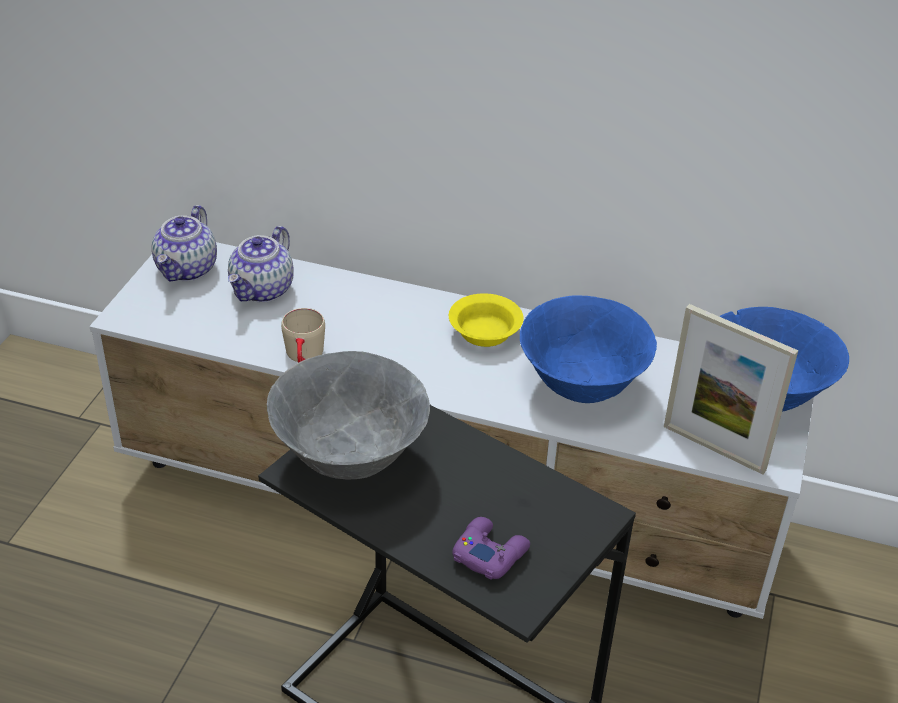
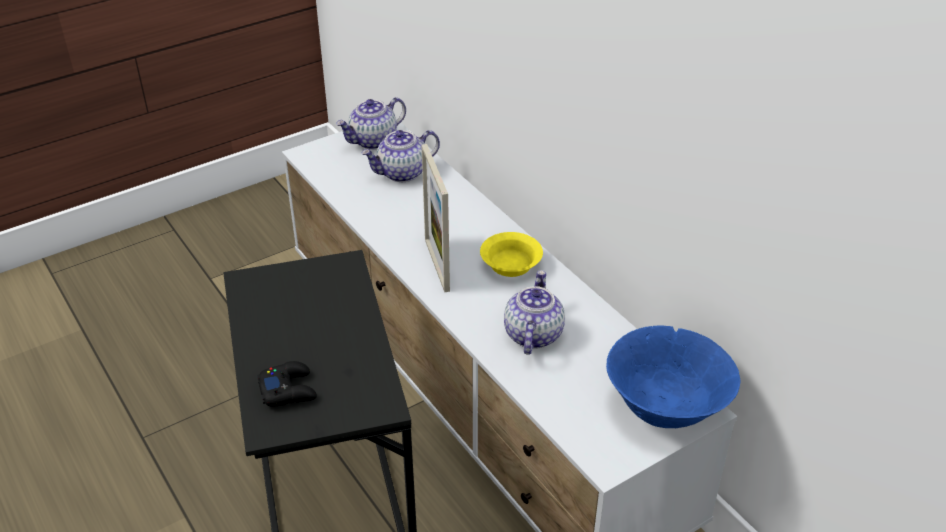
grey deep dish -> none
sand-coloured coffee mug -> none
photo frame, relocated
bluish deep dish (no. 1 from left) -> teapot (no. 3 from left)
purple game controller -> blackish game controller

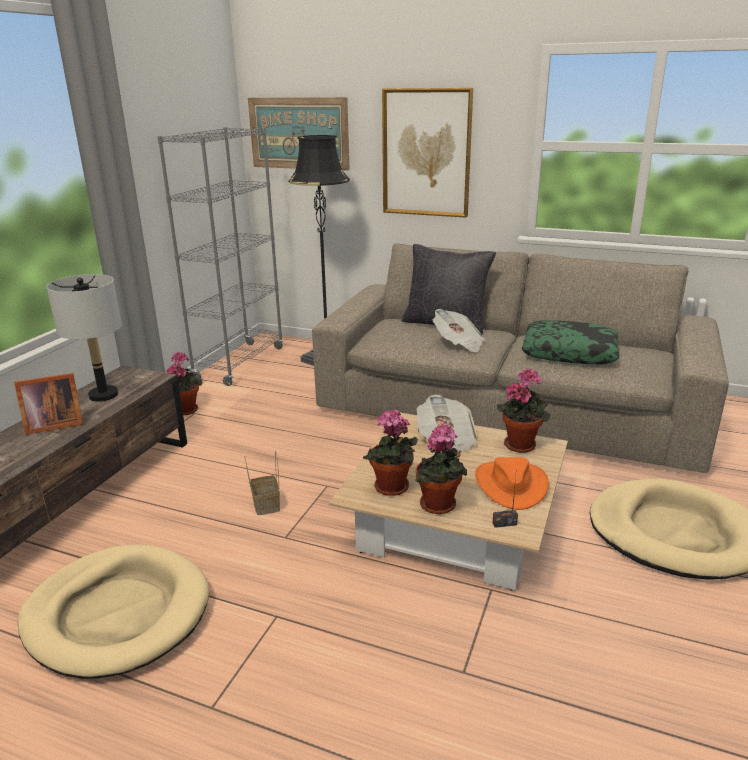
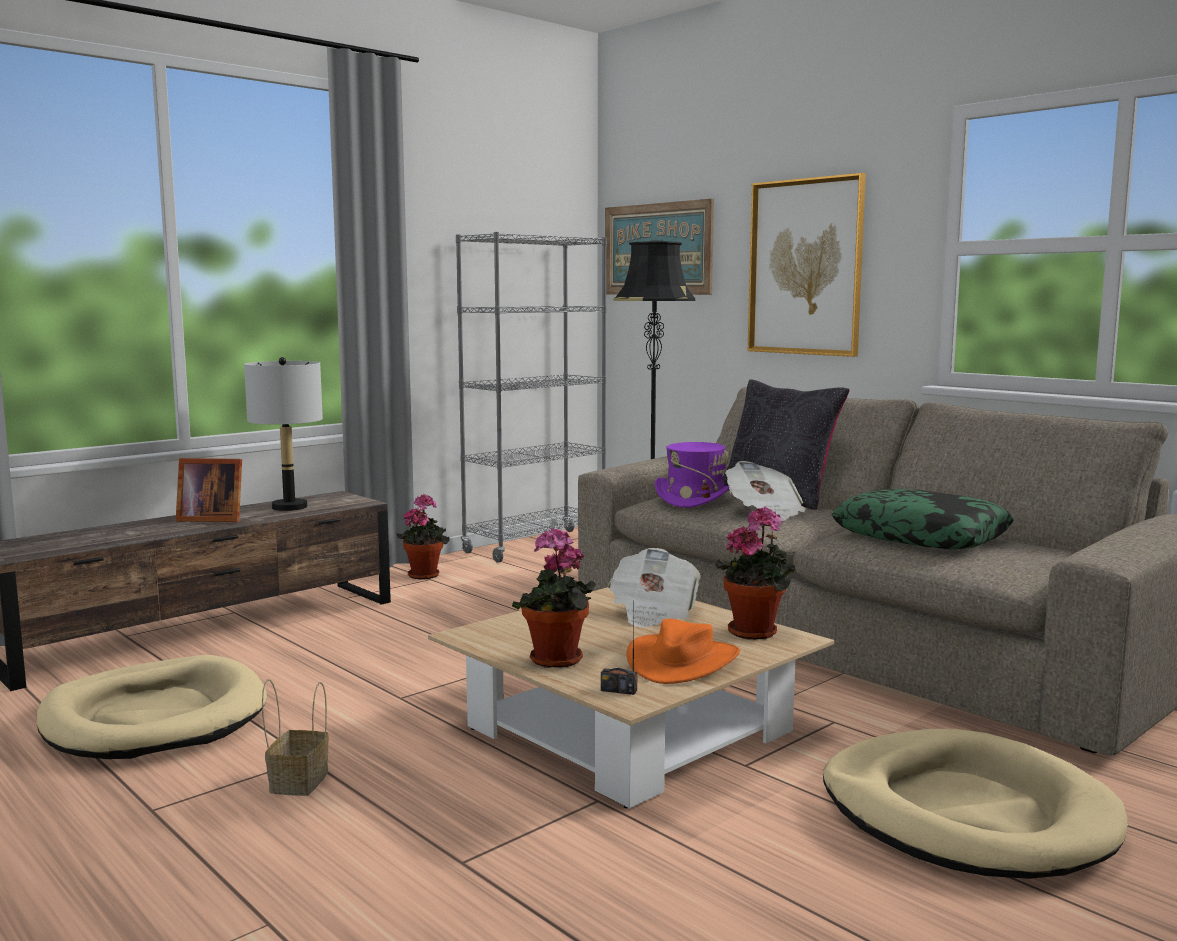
houseplant (no. 2 from left) -> none
none -> purple hat
household basket, relocated

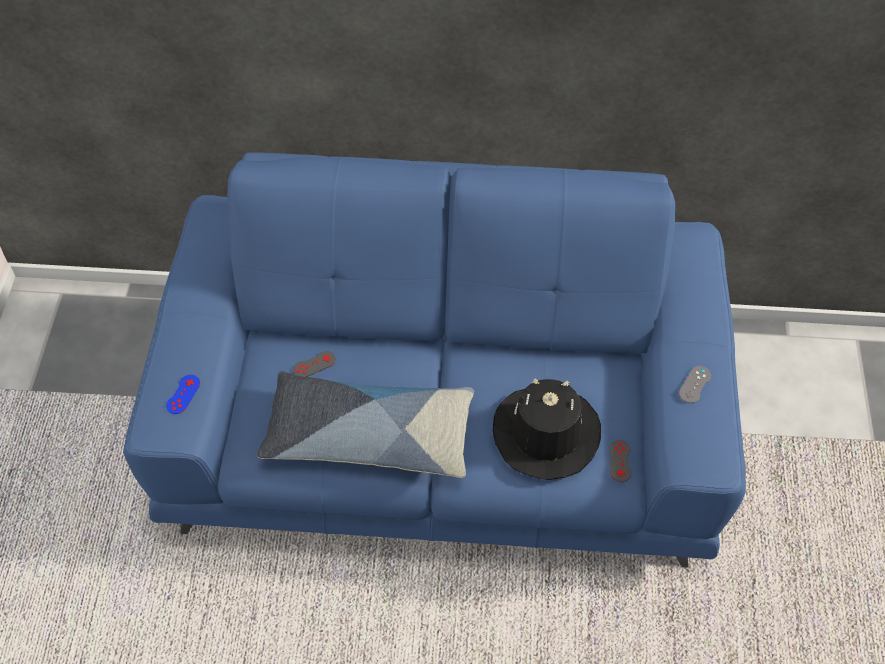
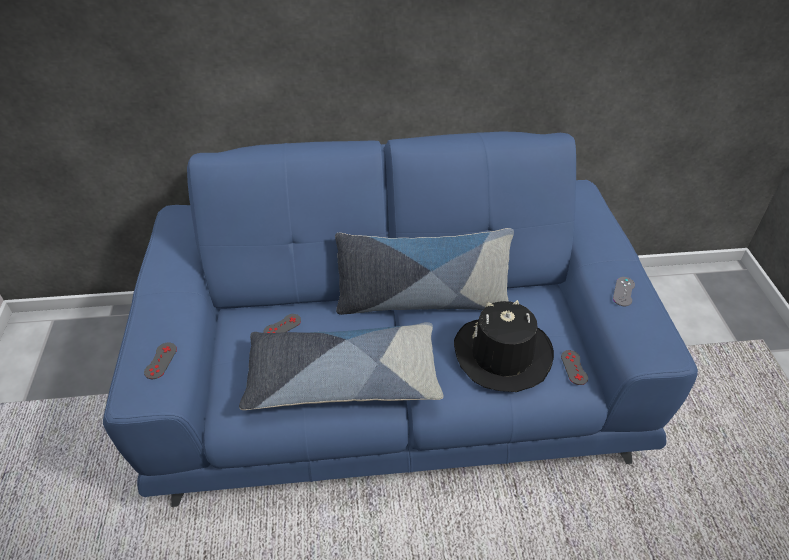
none -> throw pillow (no. 2 from left)
bluish game controller -> grey game controller (no. 1 from left)

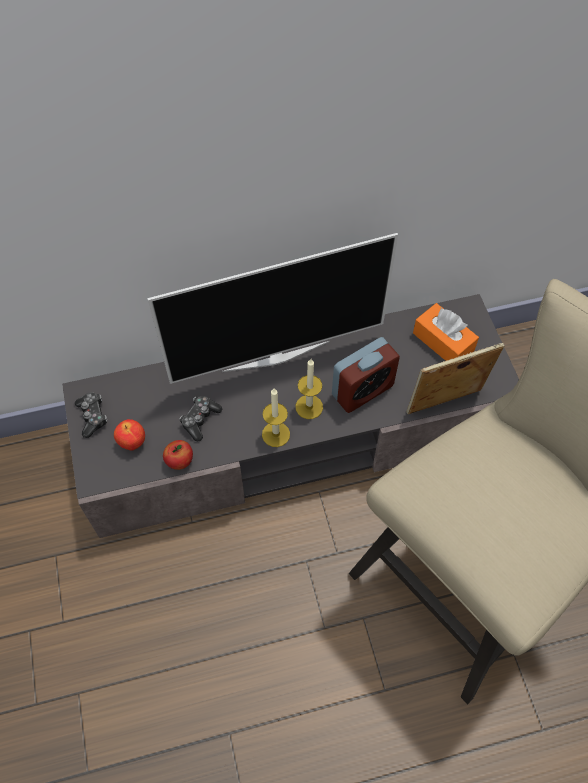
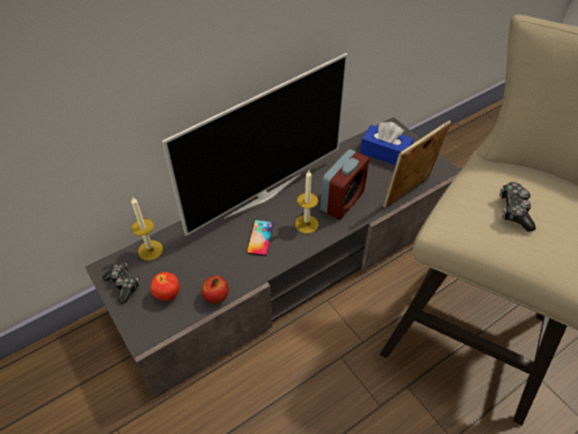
none -> telephone
game controller (no. 2 from left), relocated
wax candle (no. 1 from left), relocated
orange-coloured box of tissues -> bluish box of tissues

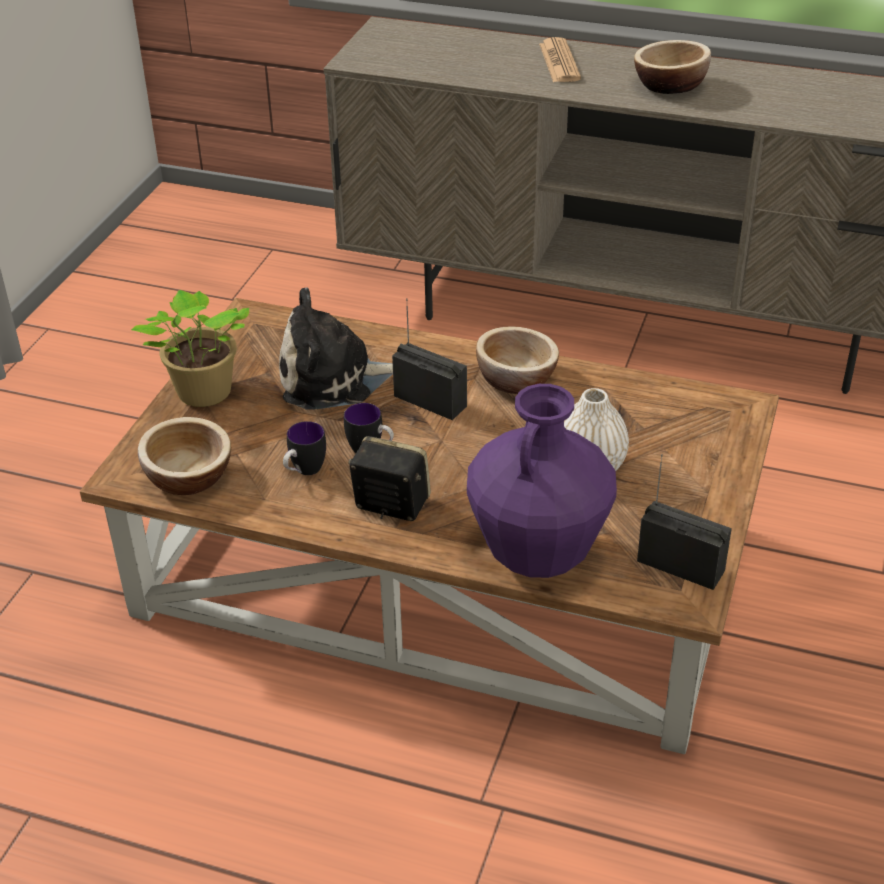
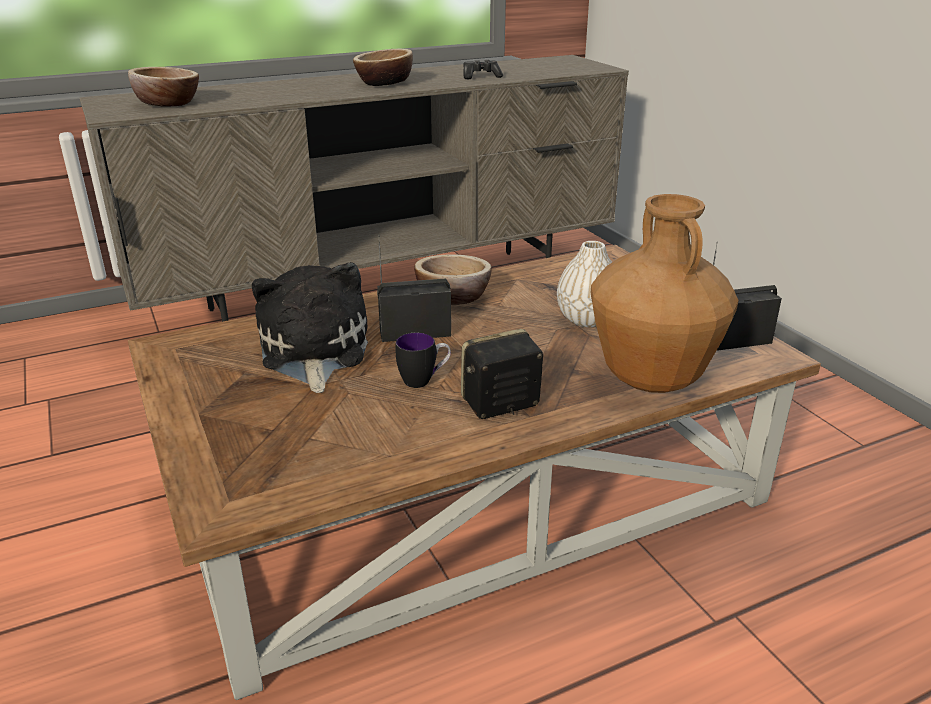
houseplant -> none
coffee mug (no. 1 from left) -> none
newspaper -> none
none -> game controller
deep dish (no. 1 from left), relocated
purple decorative vase -> brown-coloured decorative vase
soft toy, 135 degrees clockwise

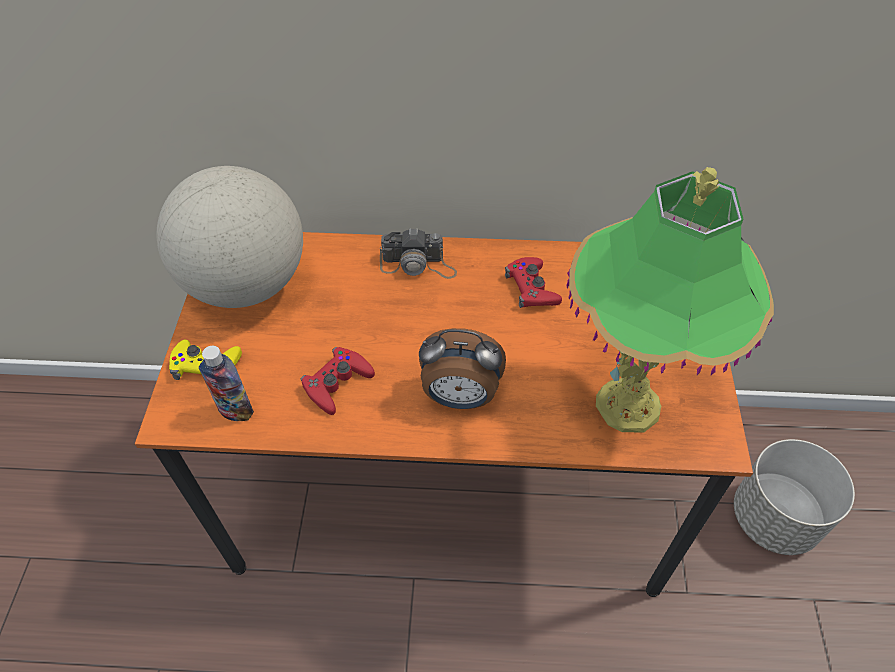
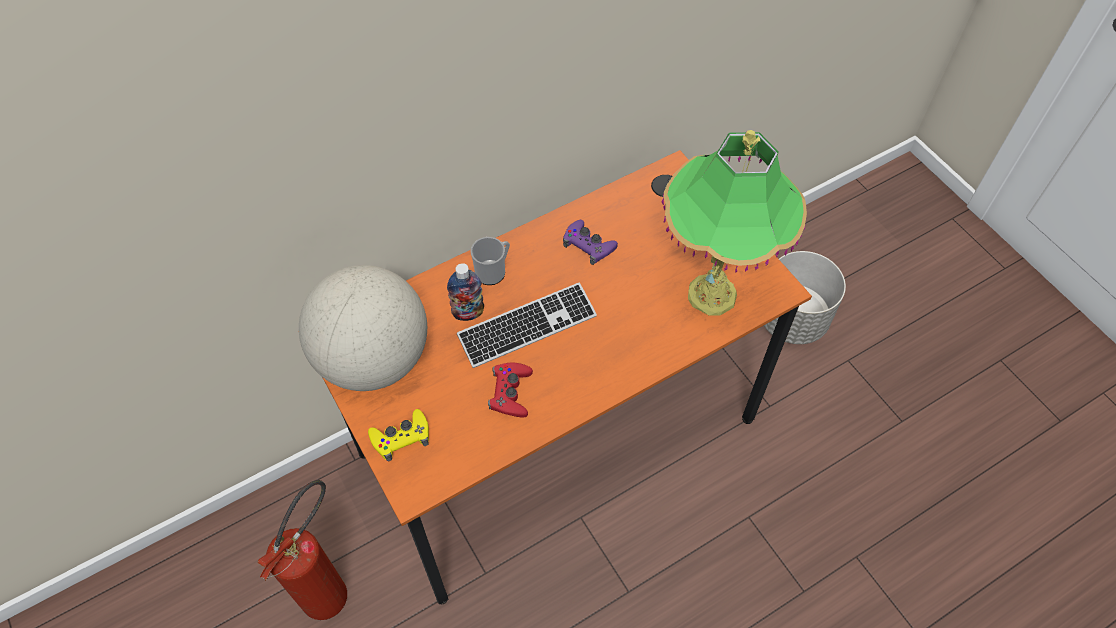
alarm clock -> none
none -> extinguisher
none -> computer keyboard
drink bottle, relocated
still camera -> coffee mug
red game controller (no. 2 from left) -> purple game controller

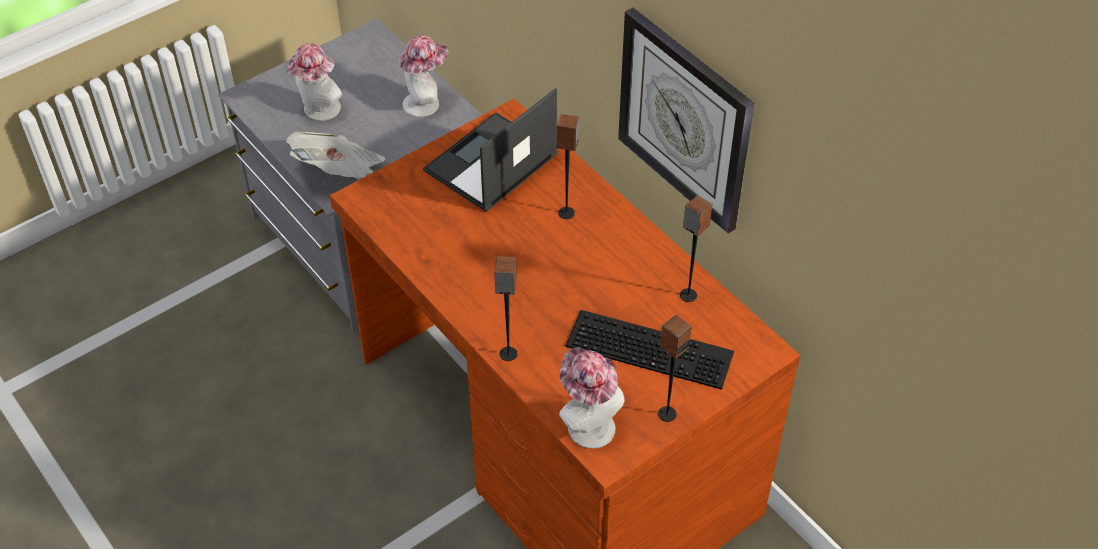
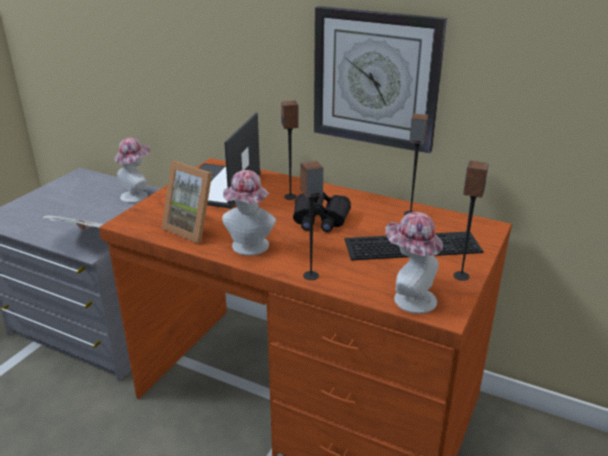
none -> photo frame
none -> blackish field glasses
hat (no. 1 from left in the first image) -> hat (no. 2 from left), relocated

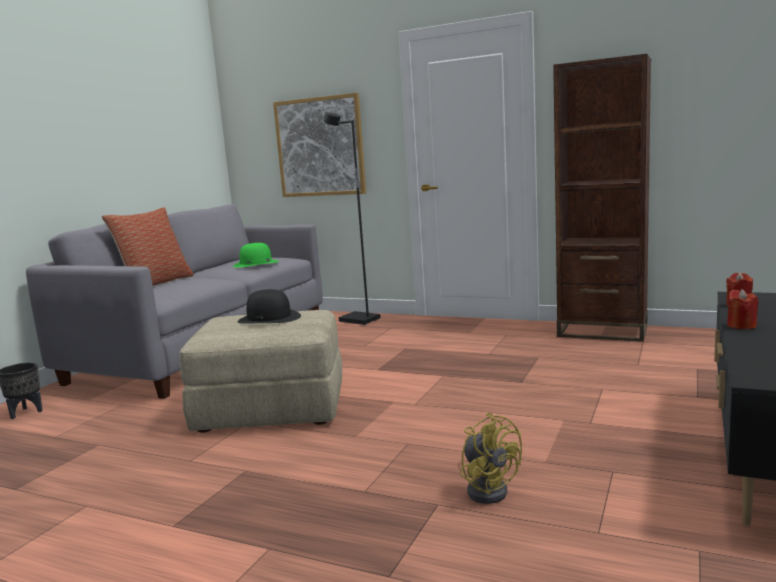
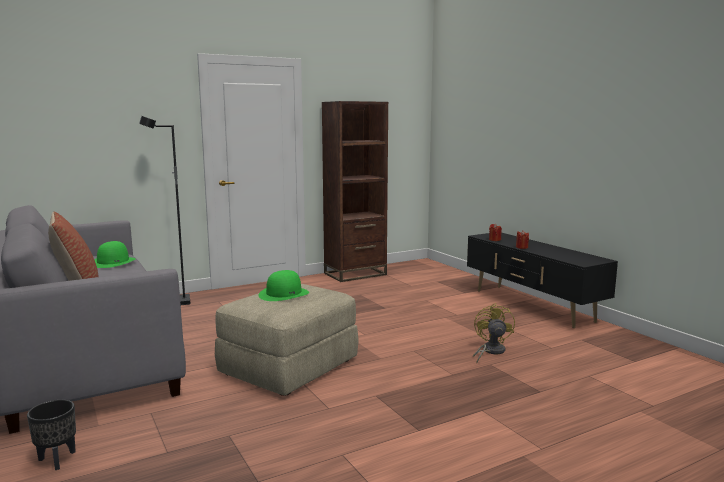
wall picture -> none
blackish hat -> green-coloured hat (no. 2 from left)
yellow-coloured electric fan, 90 degrees counterclockwise

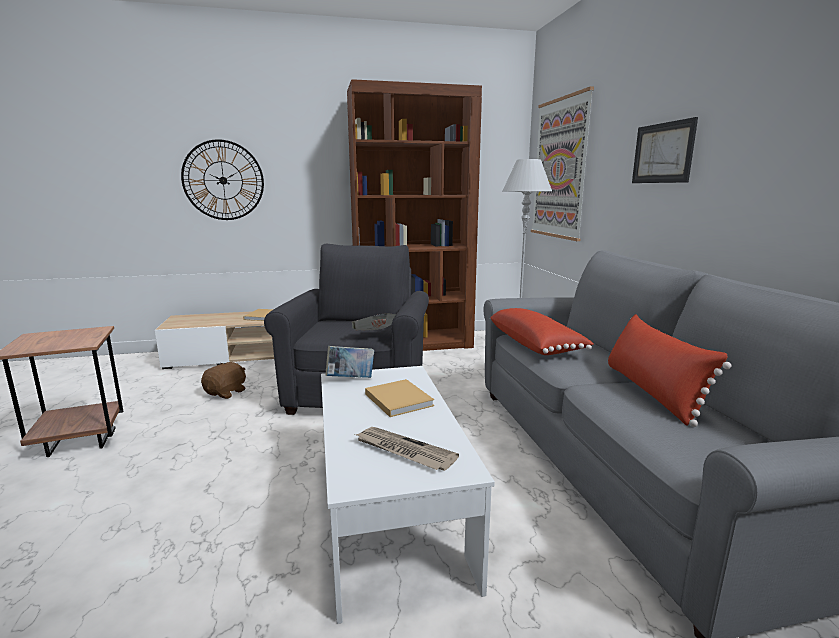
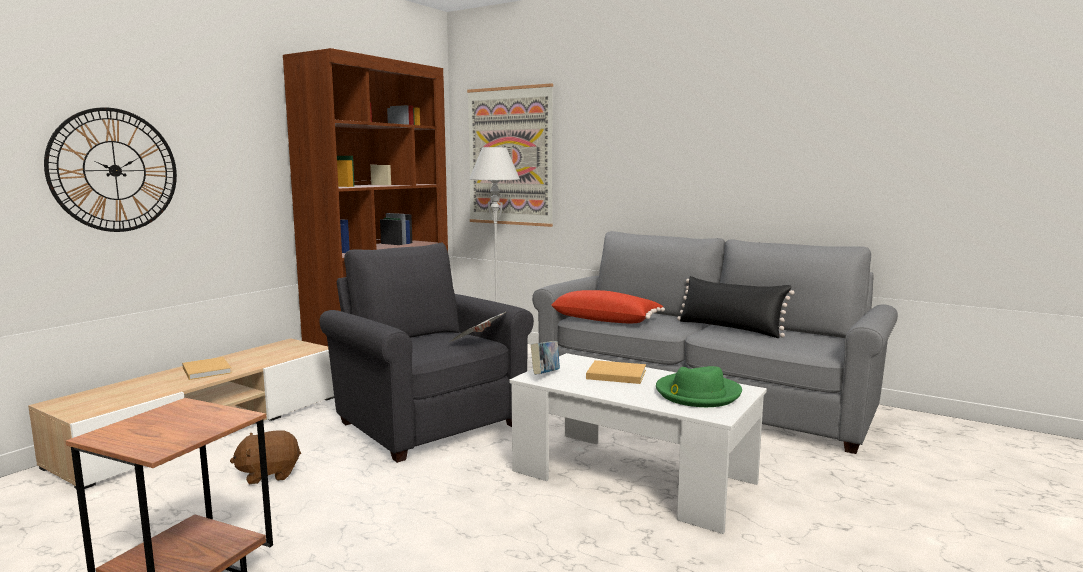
wall picture (no. 2 from left) -> none
newspaper (no. 2 from left) -> green-coloured hat
red throw pillow (no. 2 from left) -> blackish throw pillow
brown-coloured soft toy, 90 degrees counterclockwise

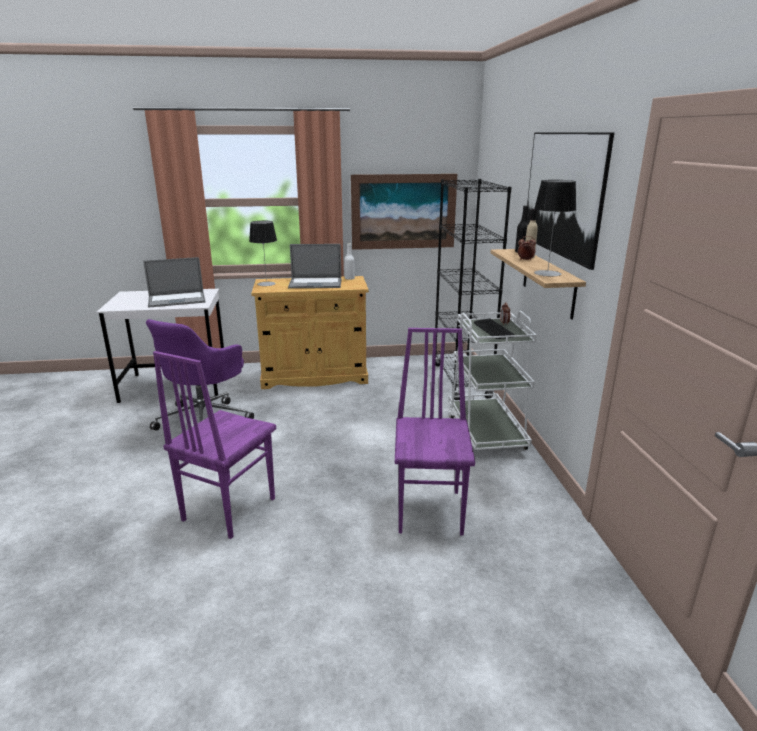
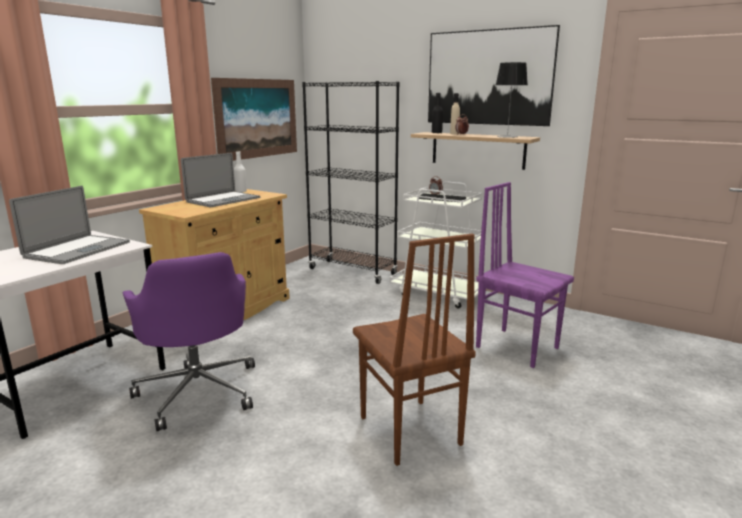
table lamp (no. 1 from left) -> none
purple plain chair (no. 1 from left) -> brown-coloured plain chair

